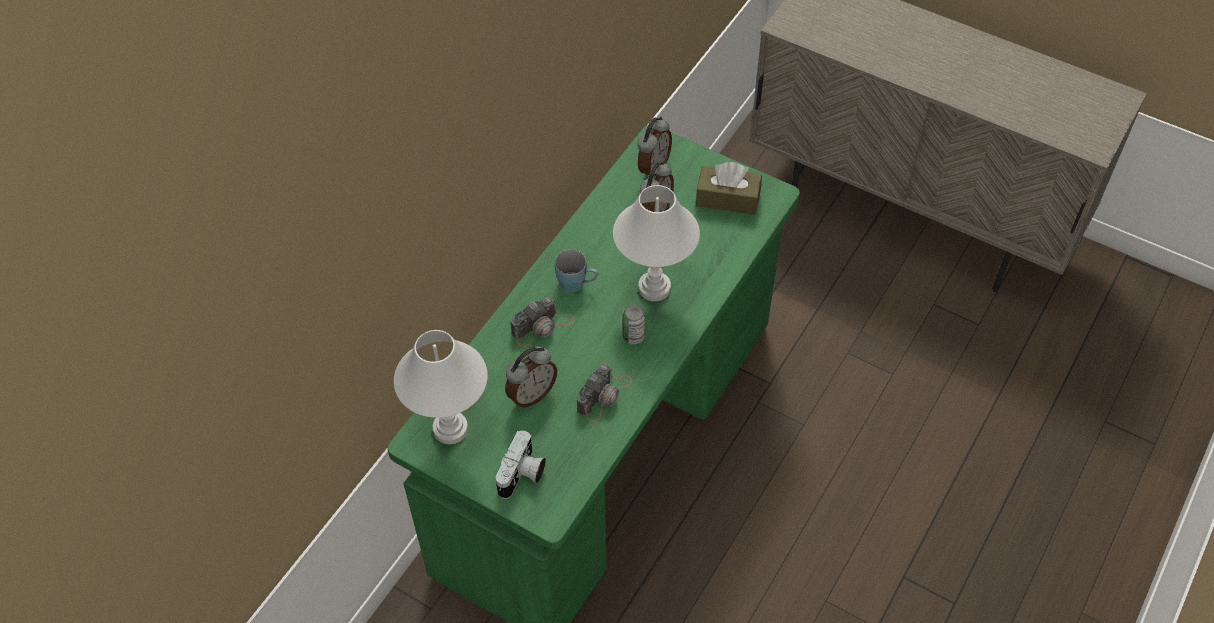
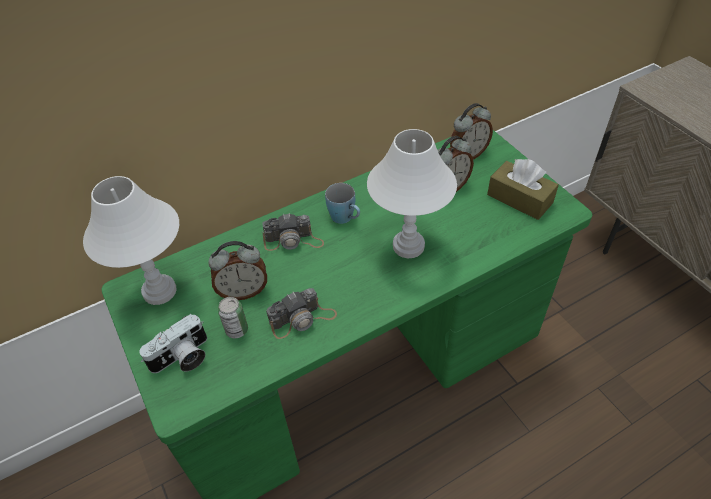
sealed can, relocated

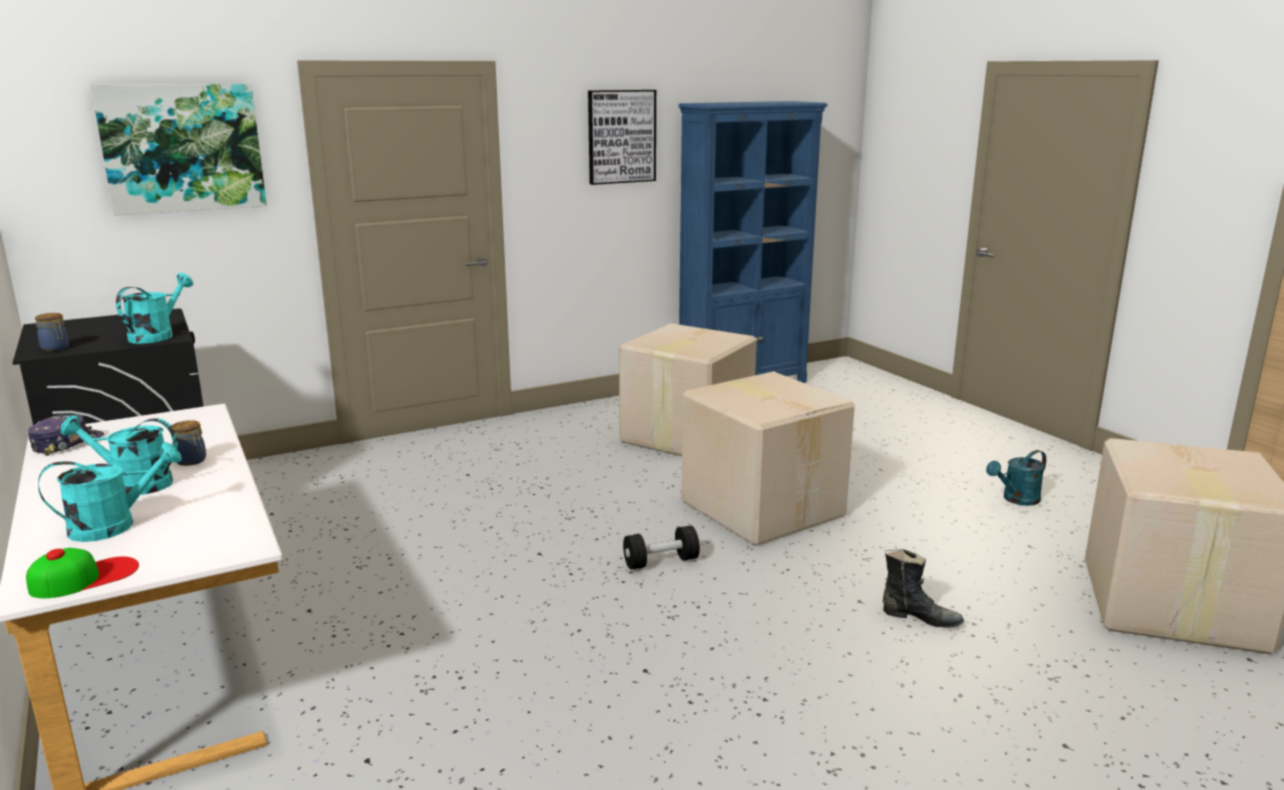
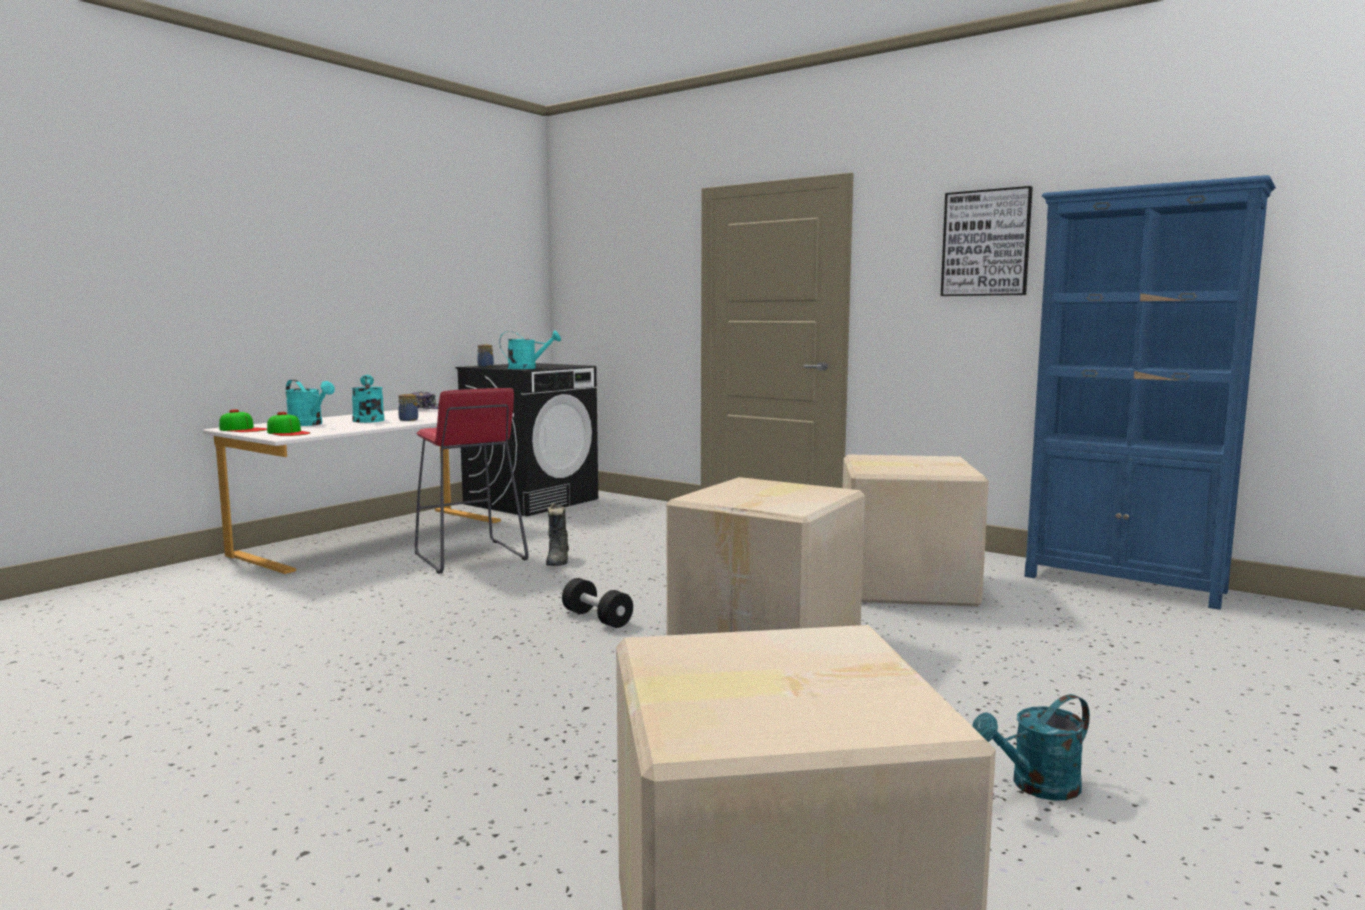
wall picture (no. 1 from left) -> none
none -> baseball cap (no. 2 from left)
none -> red stool seat
blackish tall boot, relocated
blue-green sprinkling can (no. 4 from left), 60 degrees counterclockwise

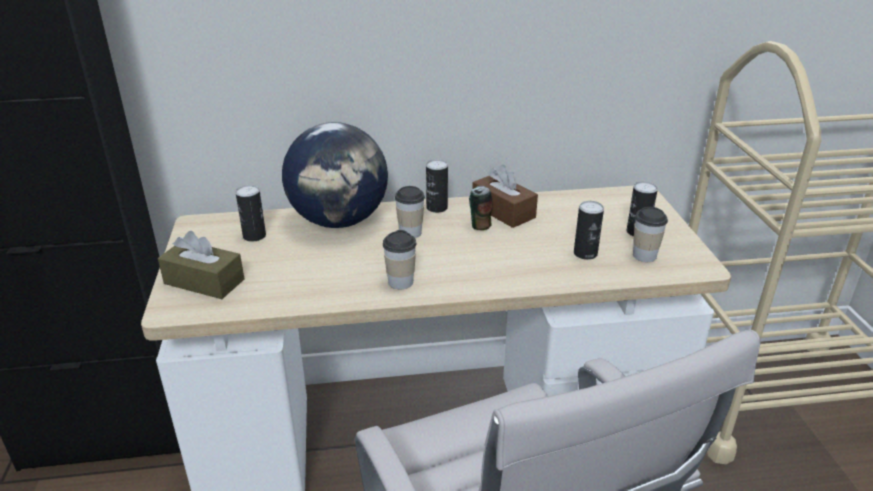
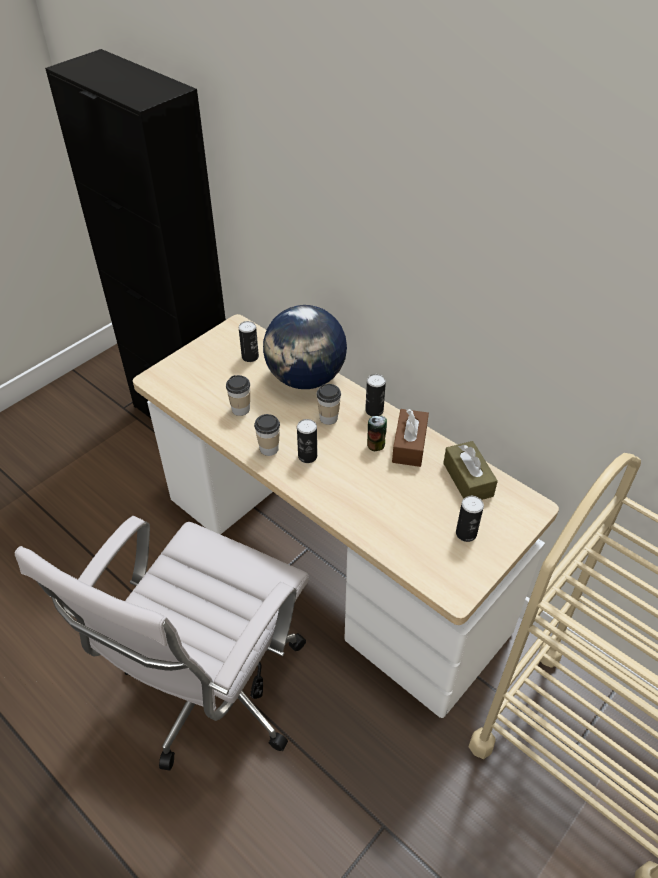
brown-coloured box of tissues (no. 1 from left in the first image) -> brown-coloured box of tissues (no. 2 from left), relocated
sealed can (no. 4 from left in the first image) -> sealed can (no. 2 from left), relocated
small cup (no. 3 from left in the first image) -> small cup (no. 1 from left), relocated

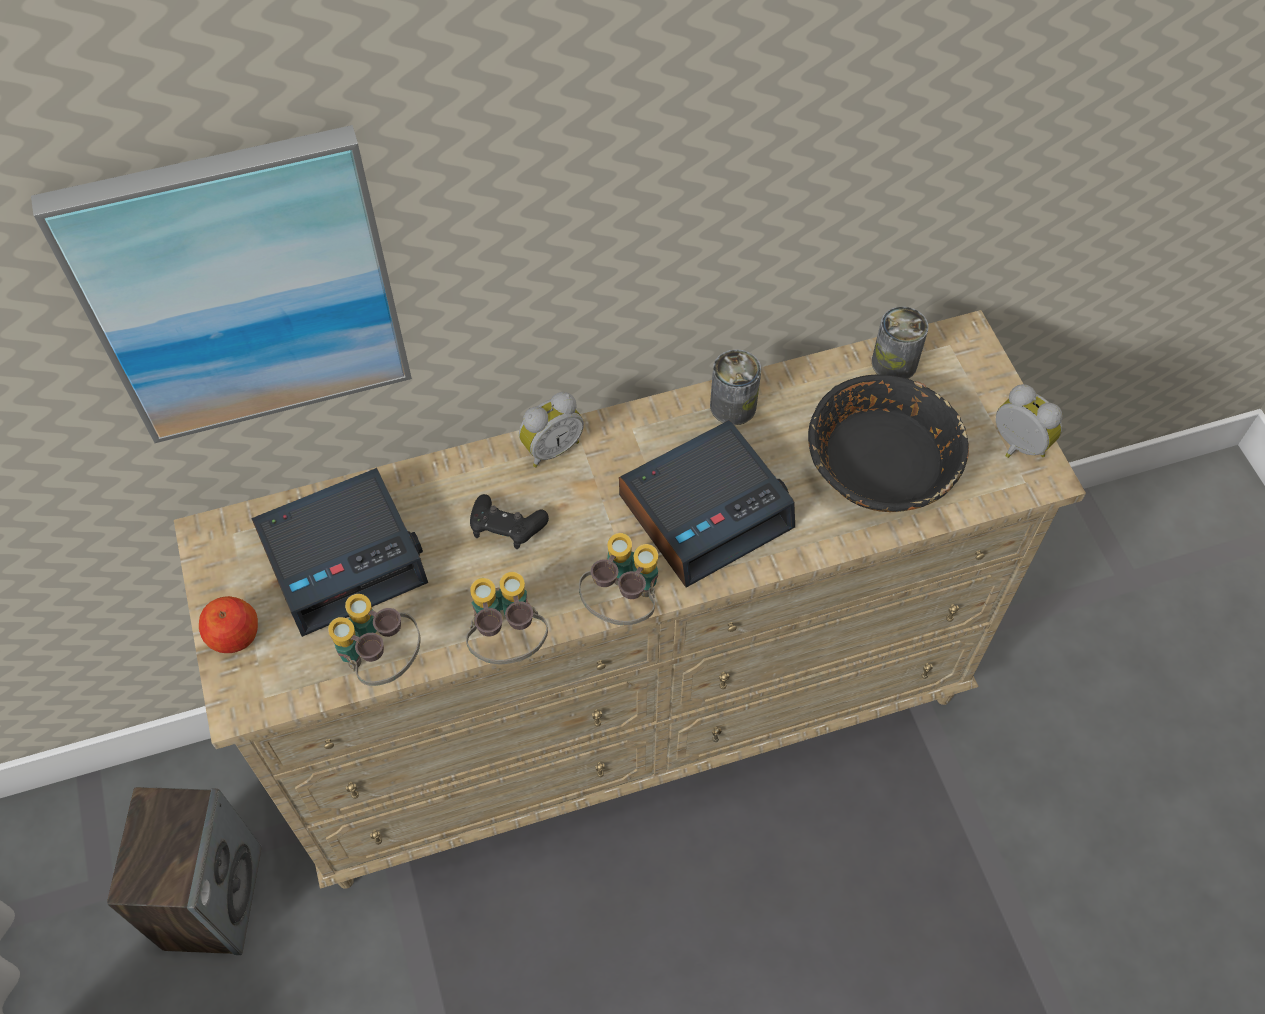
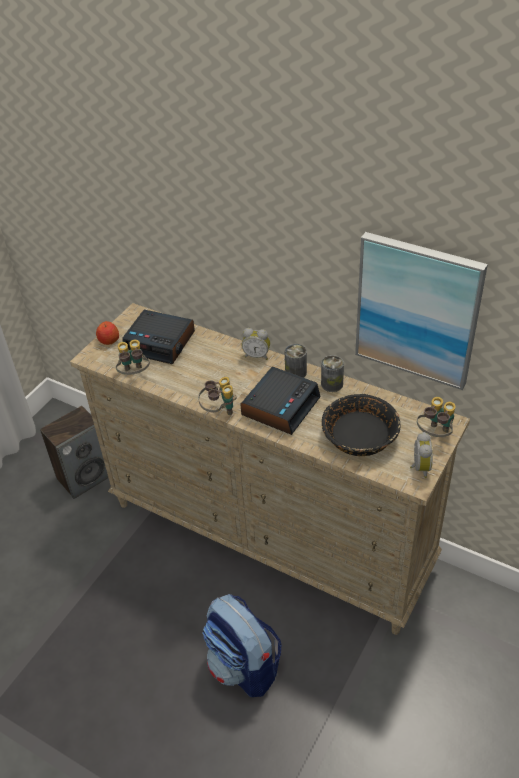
blackish game controller -> none
none -> rucksack
wall picture, relocated
field glasses (no. 2 from left in the first image) -> field glasses (no. 3 from left), relocated
sealed can (no. 2 from left in the first image) -> sealed can (no. 1 from left), relocated
alarm clock (no. 3 from left), 75 degrees counterclockwise

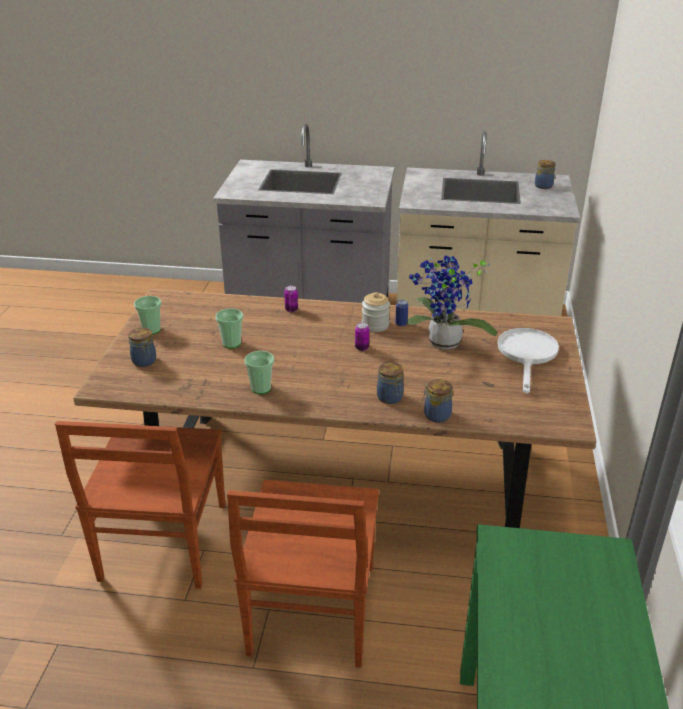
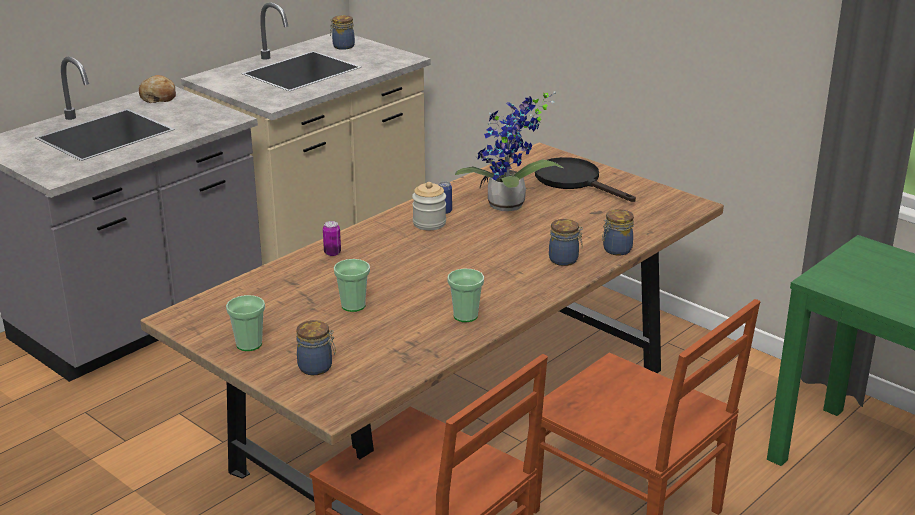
sealed can (no. 2 from left) -> none
none -> bread
whitish skillet -> blackish skillet

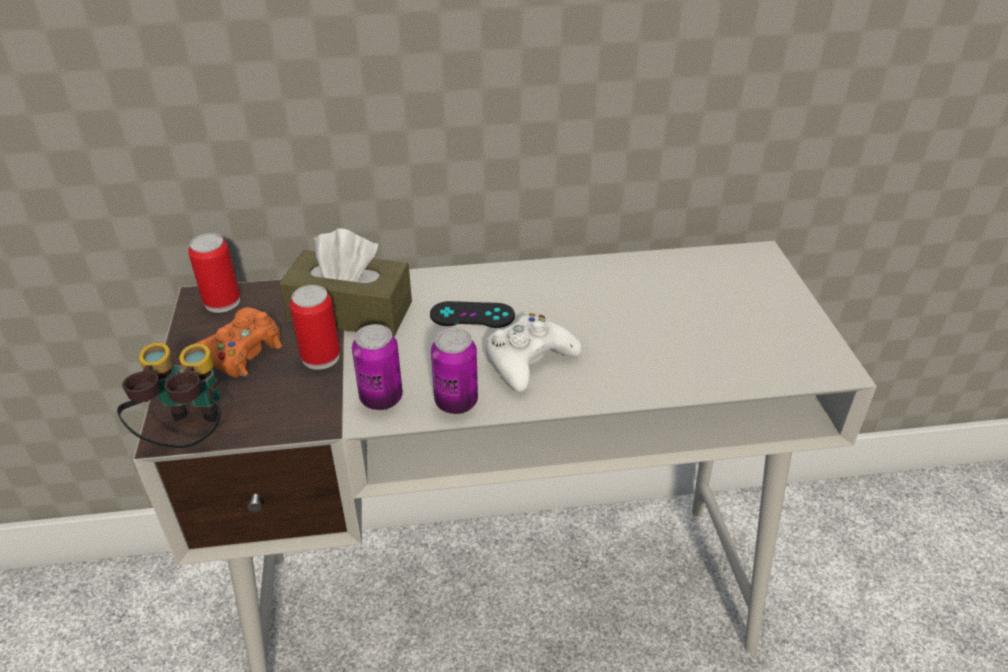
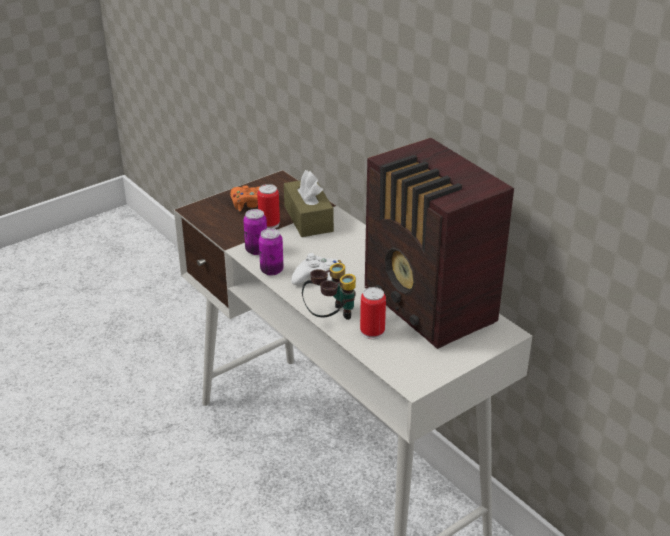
blackish game controller -> none
none -> radio set
field glasses, relocated
sealed can (no. 1 from left in the first image) -> sealed can (no. 4 from left), relocated

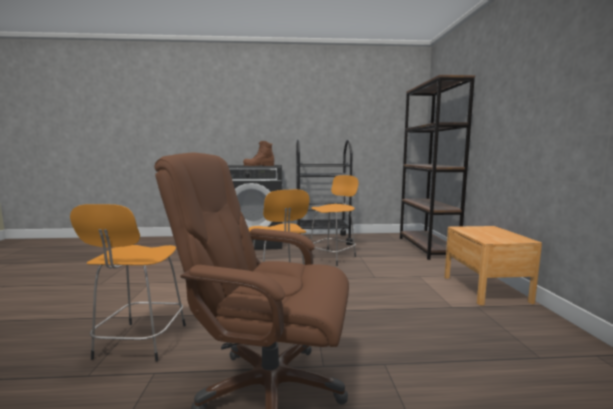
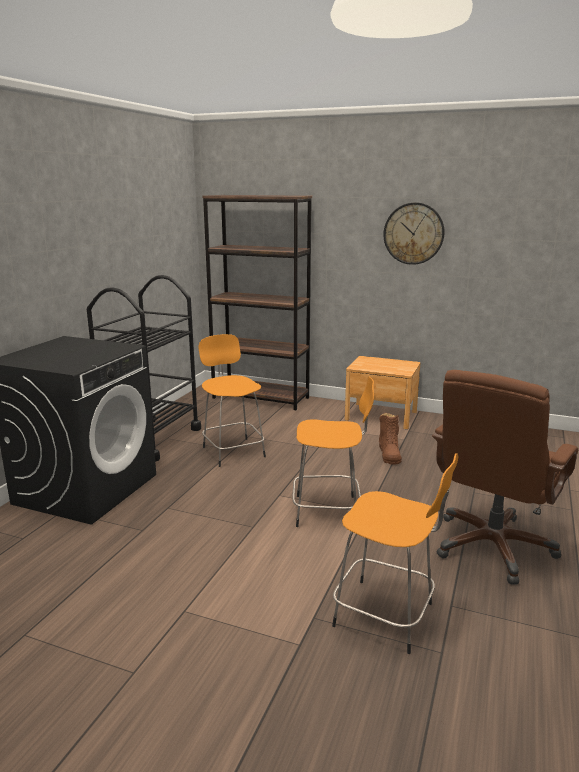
none -> clock on the wall
brown-coloured tall boot, relocated

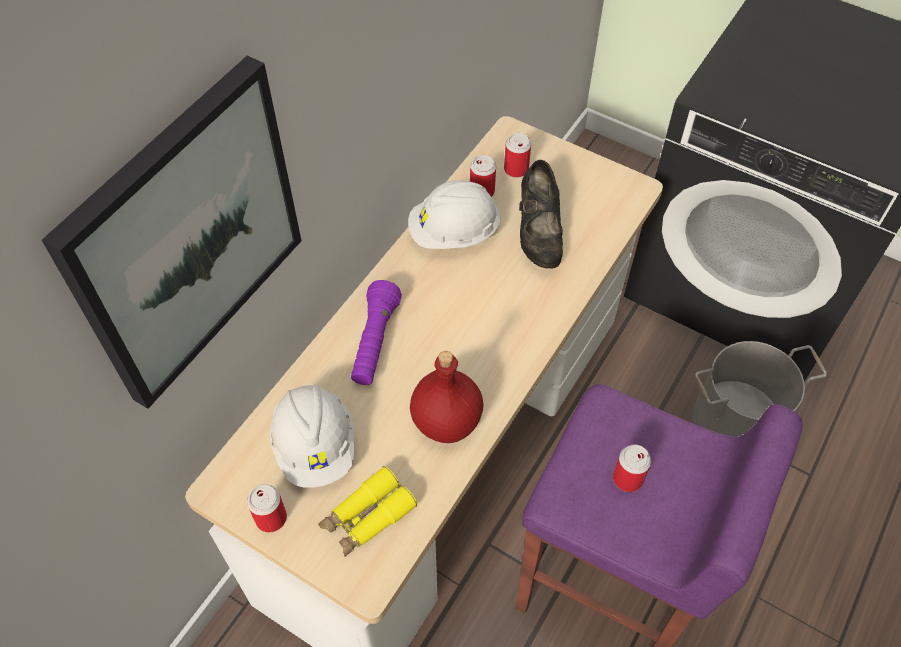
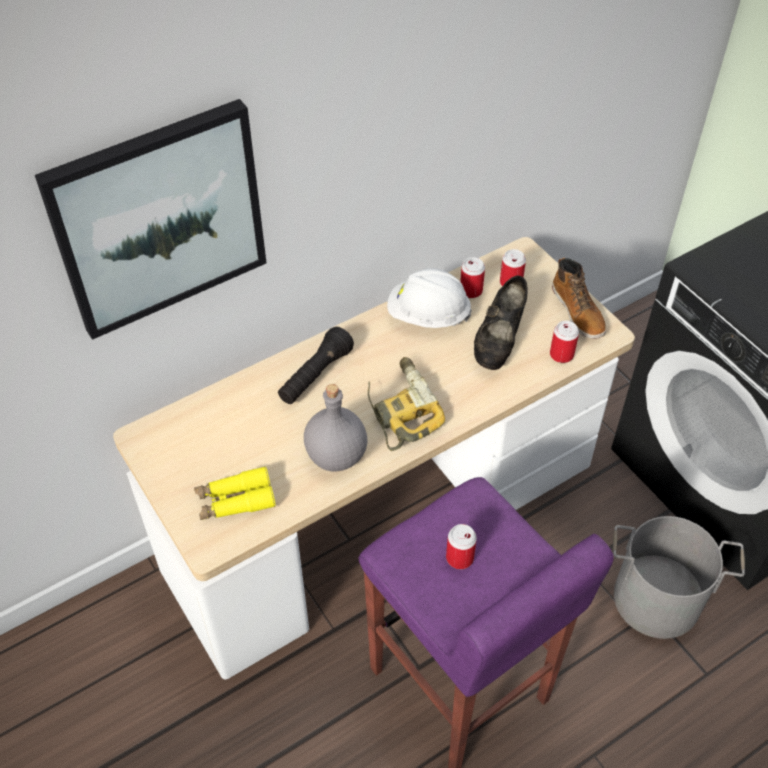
whitish safety helmet (no. 1 from left) -> none
none -> drill
none -> tall boot
sealed can (no. 1 from left in the first image) -> sealed can (no. 4 from left), relocated
purple hand torch -> blackish hand torch
red drink bottle -> grey drink bottle

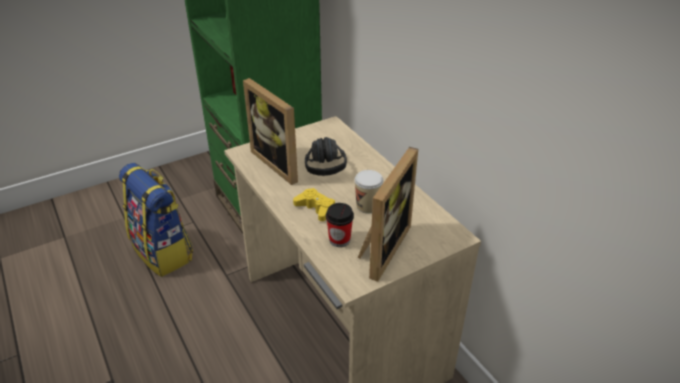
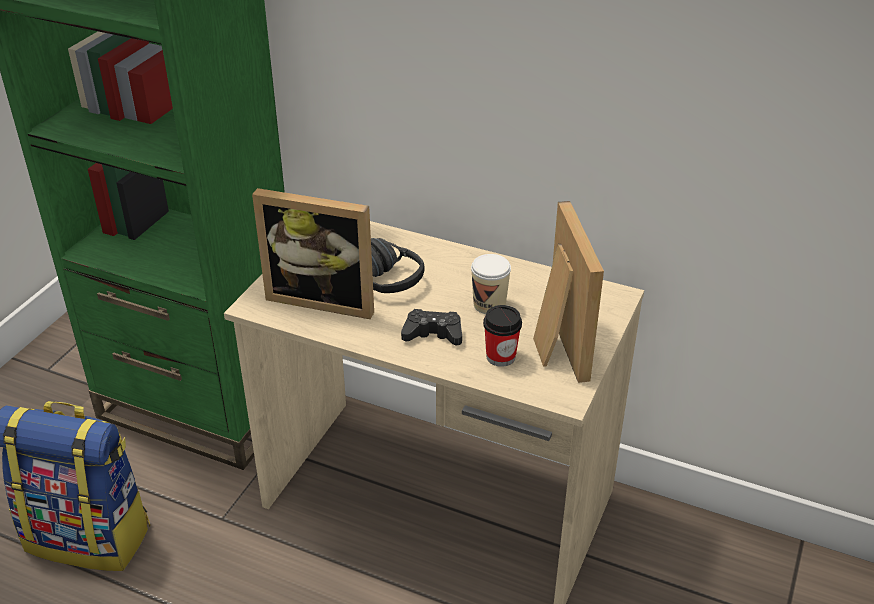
yellow-coloured game controller -> blackish game controller

